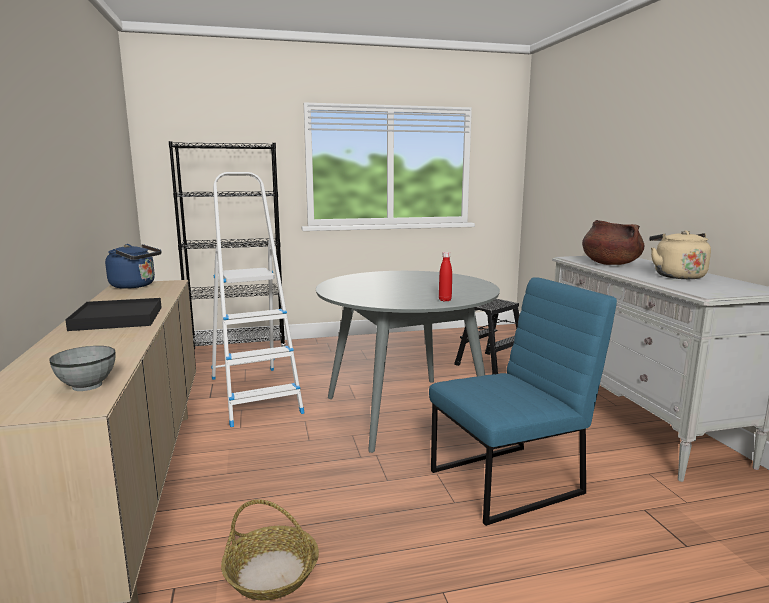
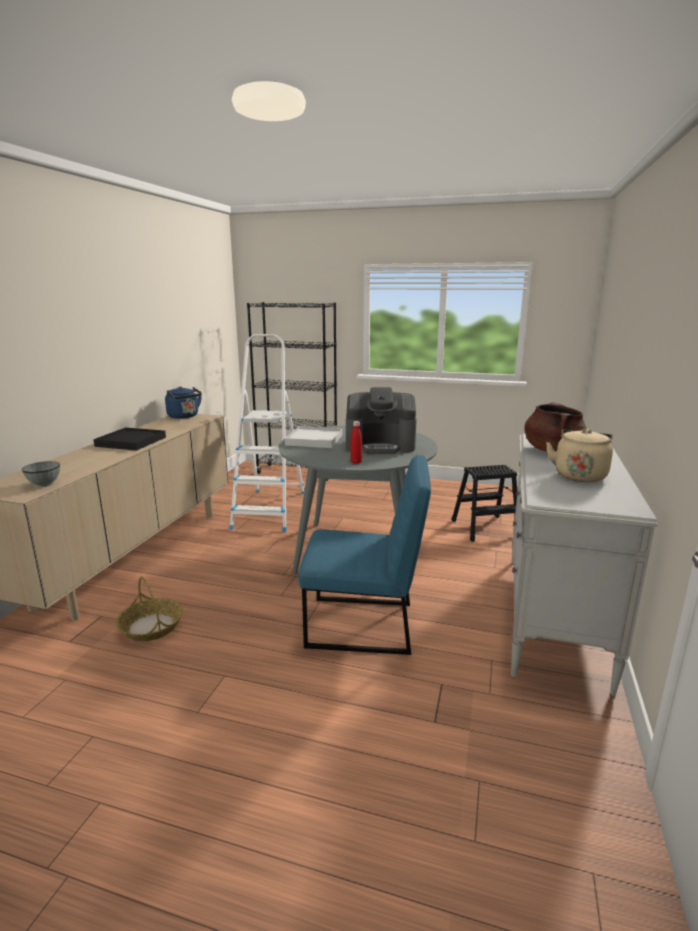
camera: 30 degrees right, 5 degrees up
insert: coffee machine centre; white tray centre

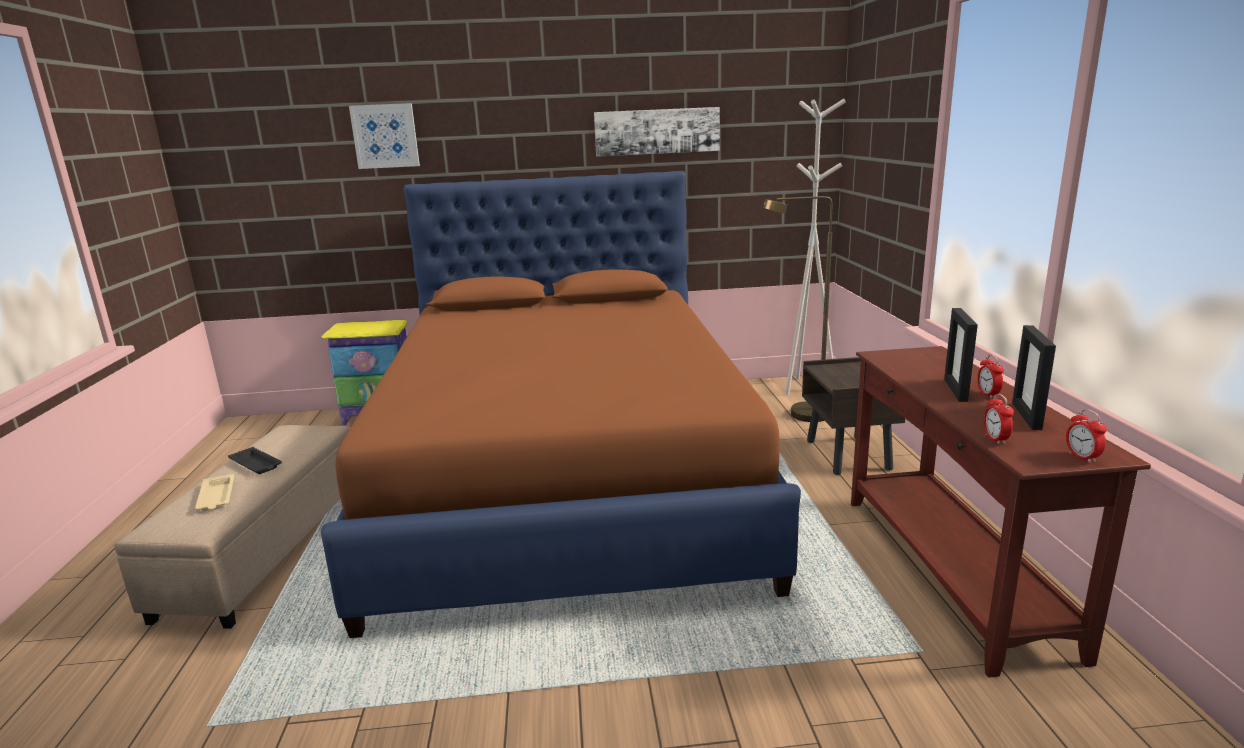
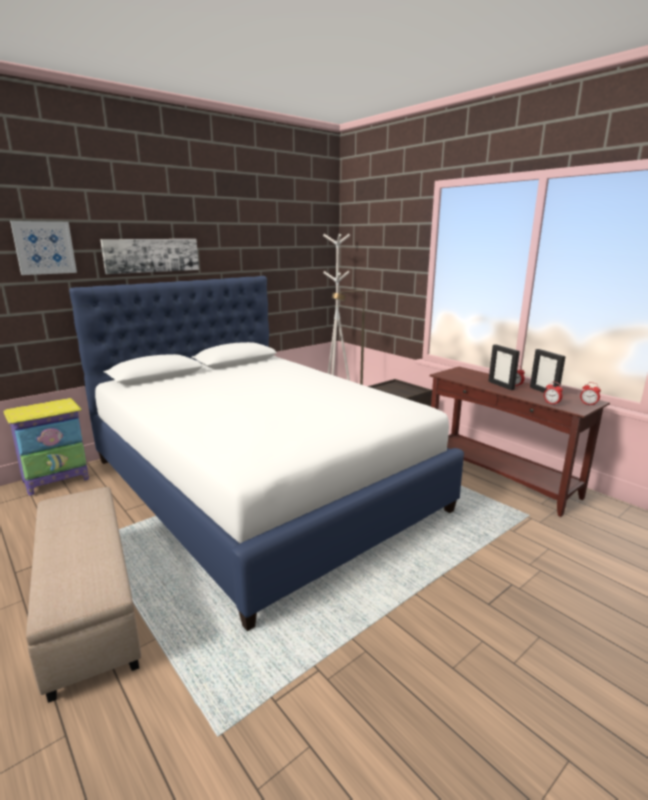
camera: 35 degrees left, 0 degrees up
delete: black tray middle left; beige tray middle left
move: picture (2nd from left) top centre to top left
recolor: brown bed centre to white bed centre

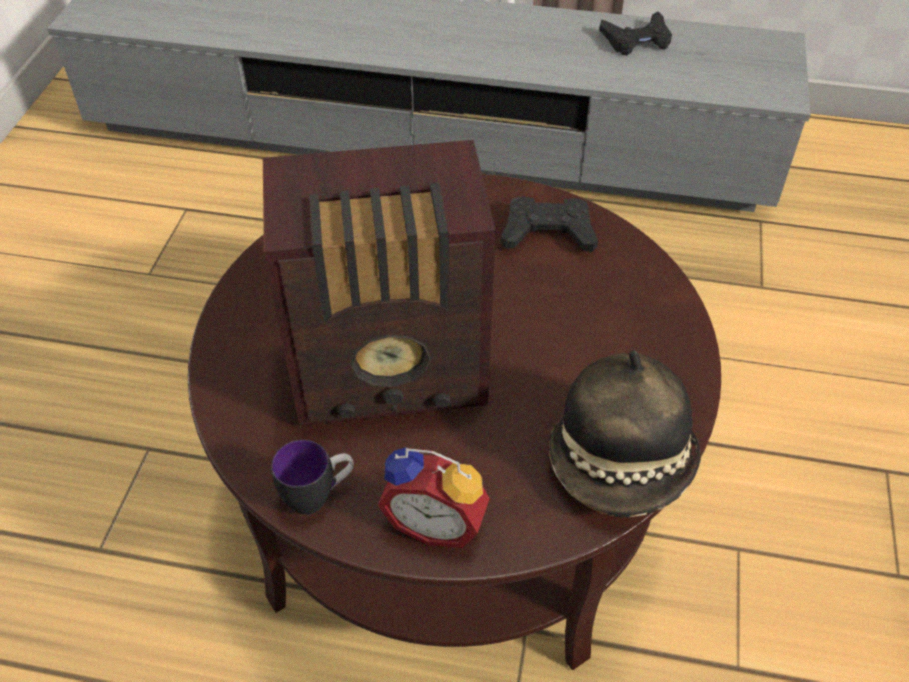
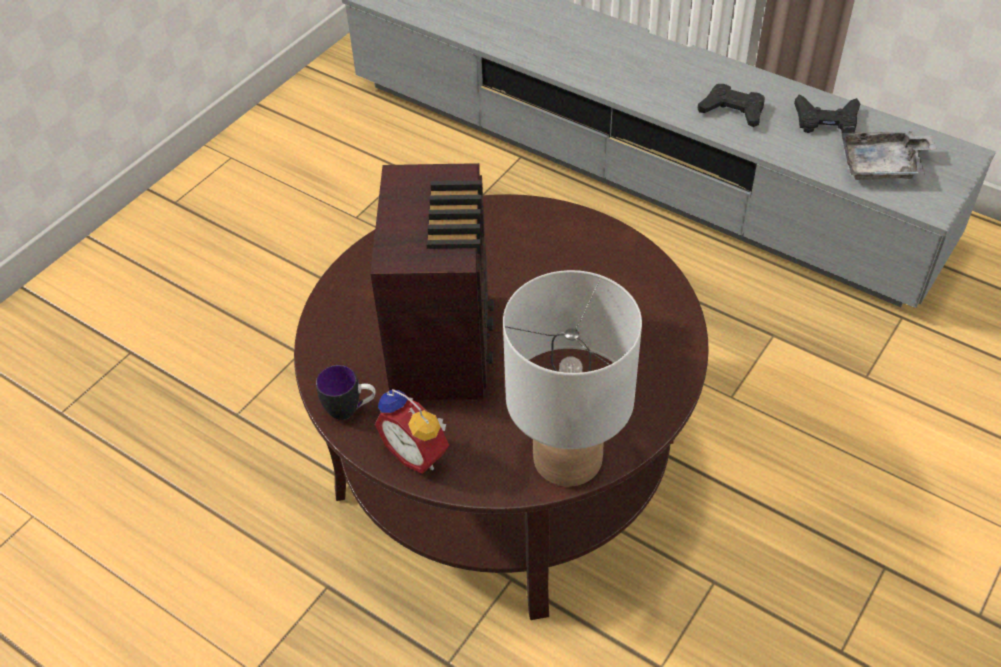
camera: 25 degrees right, 0 degrees up
insert: grey tray top right
move: black game controller (1st from left) top centre to top right
replace: hat middle right to grey table lamp centre
rotate: radio centre = centre 105 degrees counterclockwise

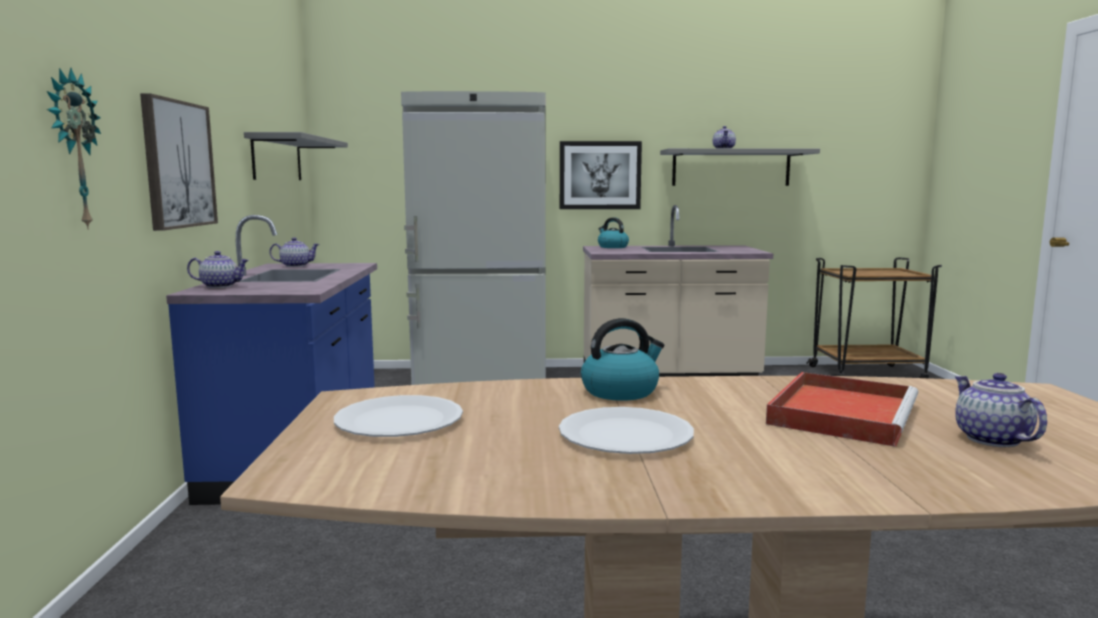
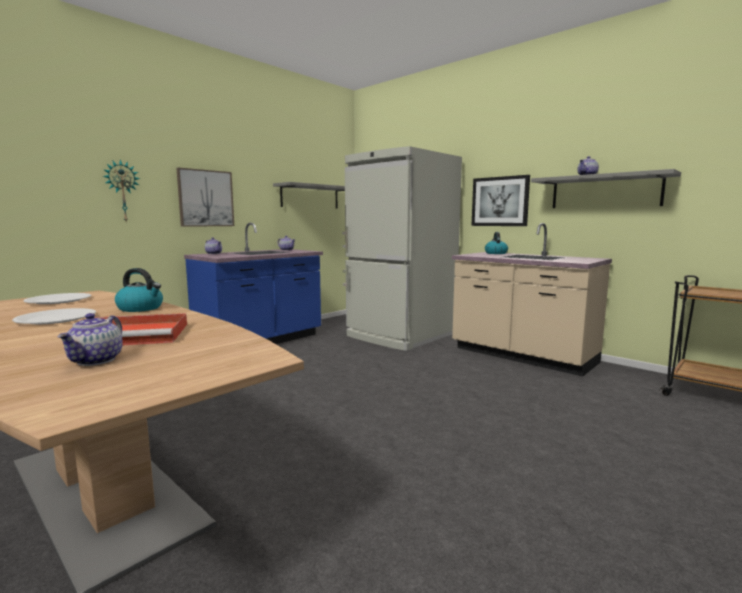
camera: 45 degrees right, 0 degrees up
rotate: teapot (4th from left in the first image) middle right = middle left 150 degrees clockwise

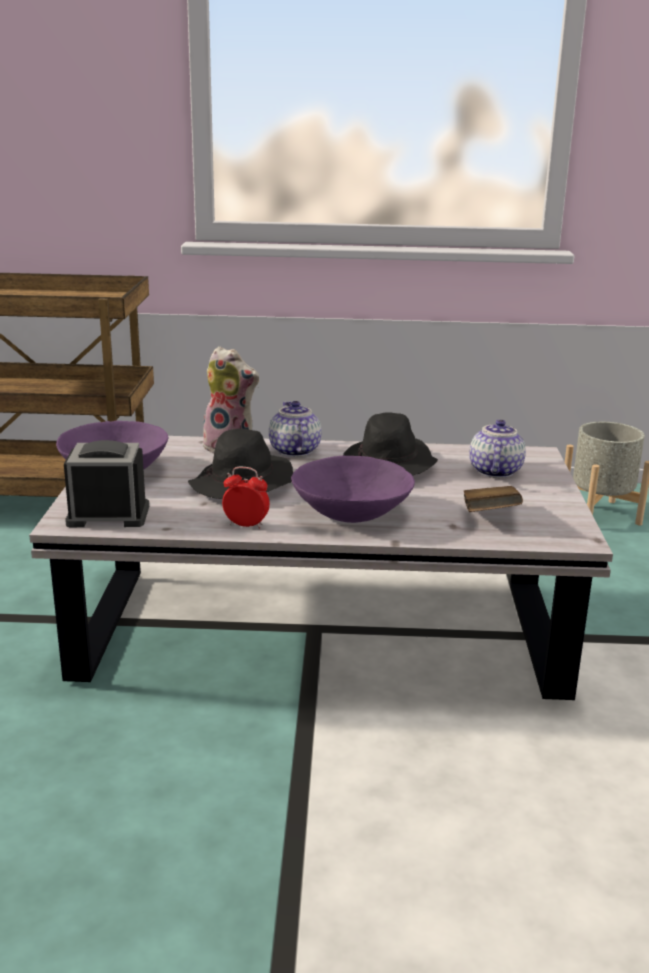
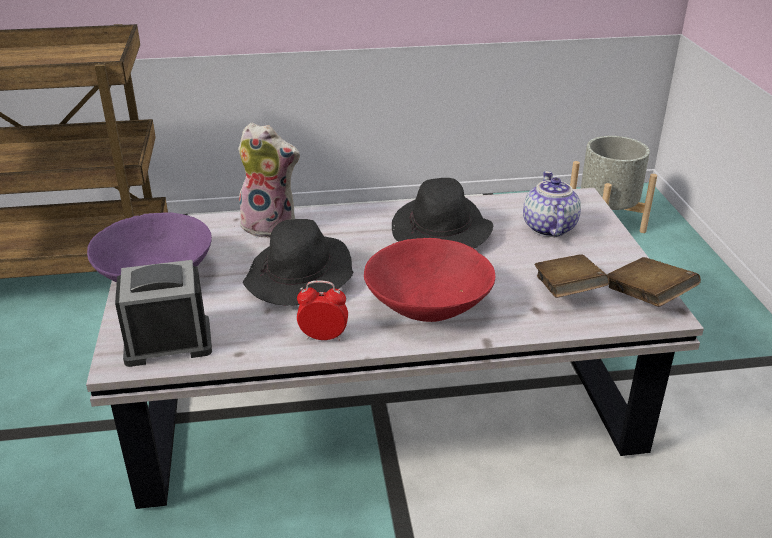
camera: 10 degrees left, 10 degrees up
delete: teapot (1st from left) centre
insert: brown book (2nd from left) middle right
recolor: purple bowl (2nd from left) centre to red bowl centre

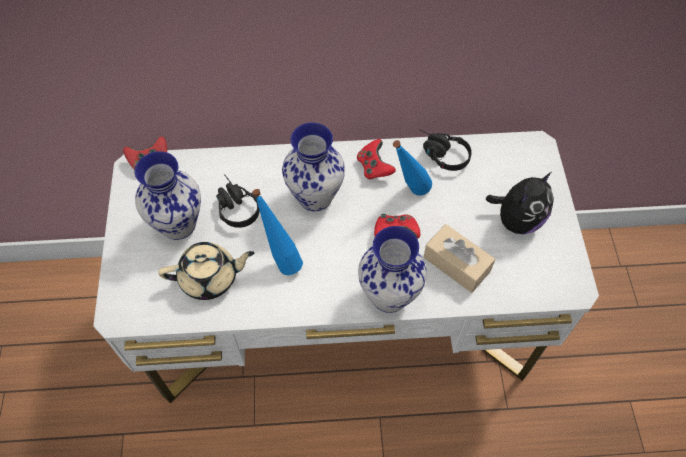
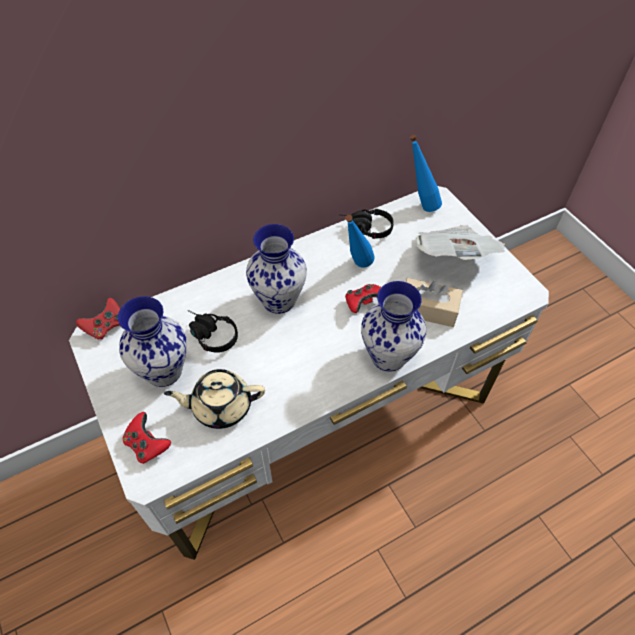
camera: 25 degrees left, 5 degrees down
move: red game controller (2nd from left) centre to bottom left; blue bottle (1st from left in the first image) centre to blue bottle (2nd from left) top right
replace: plush toy middle right to newspaper middle right
rotate: beige teapot middle left = centre 150 degrees counterclockwise

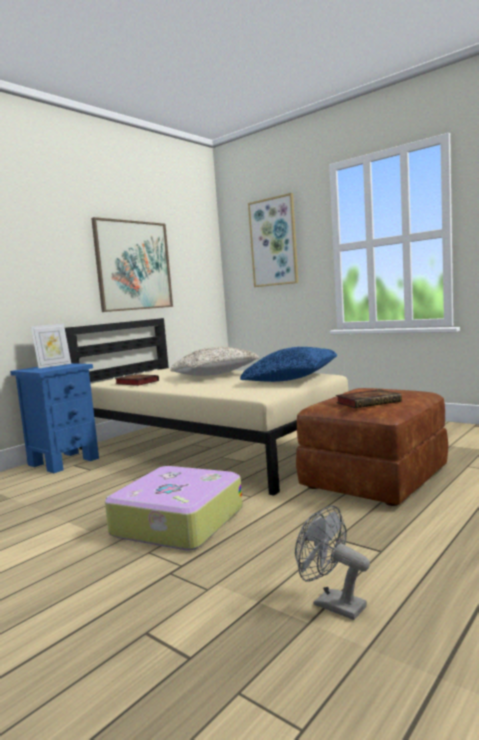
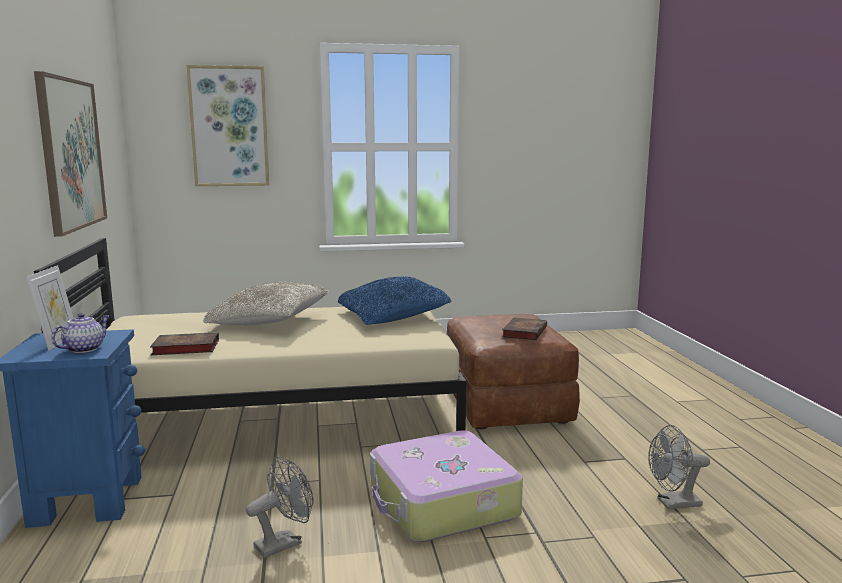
camera: 50 degrees left, 5 degrees up
insert: teapot middle left; grey fan (1st from left) bottom left

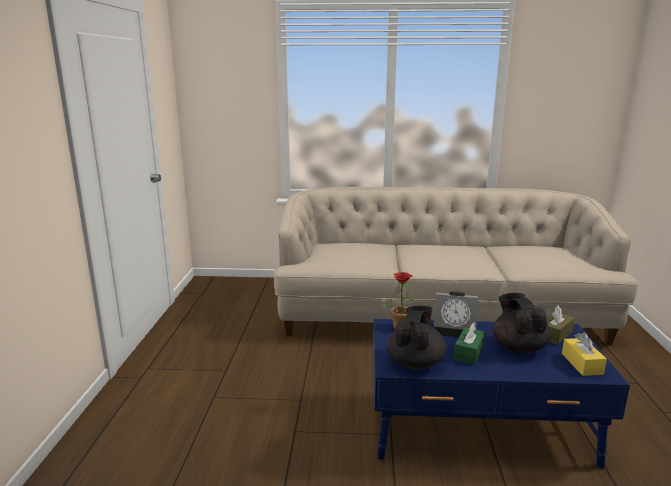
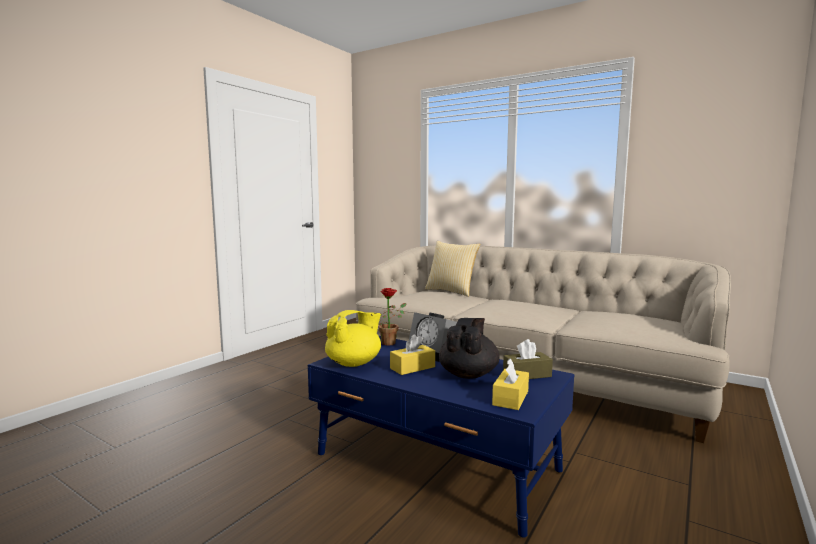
camera: 30 degrees right, 10 degrees down
insert: pillow centre
recolor: black teapot (1st from left) bottom centre to yellow teapot centre; green tissue box bottom right to yellow tissue box (1st from left) centre

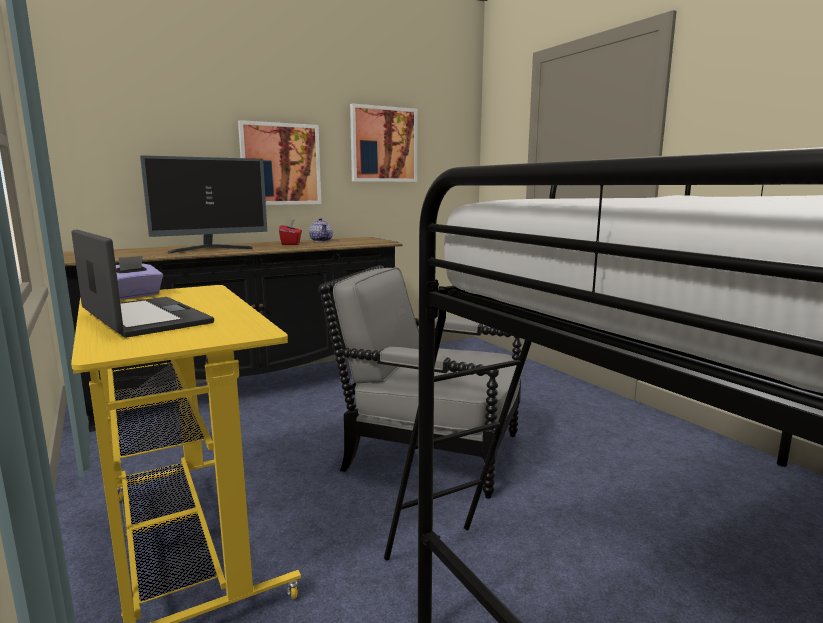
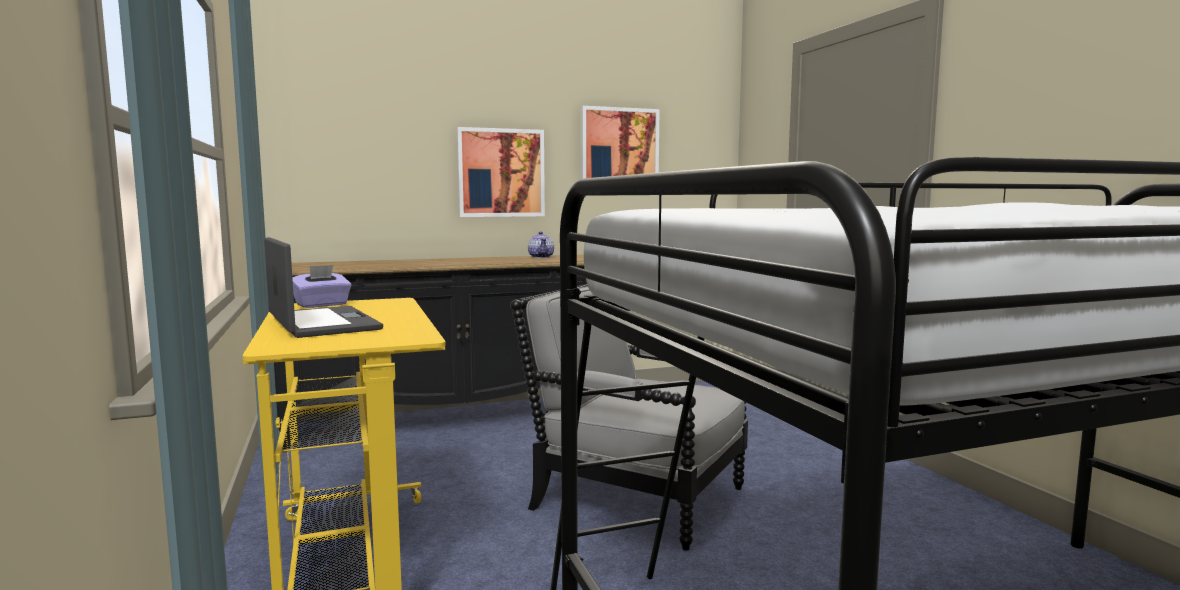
camera: 10 degrees right, 5 degrees down
delete: monitor top left; red tissue box centre

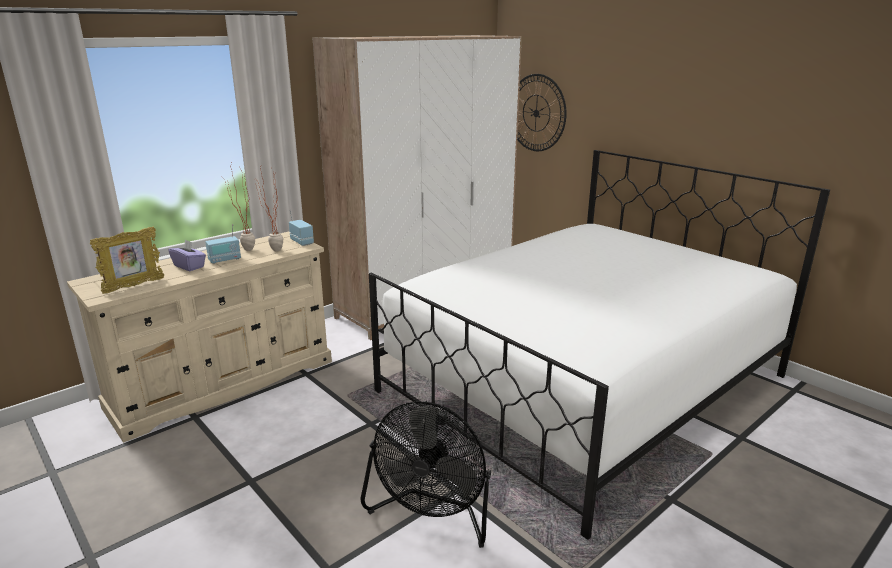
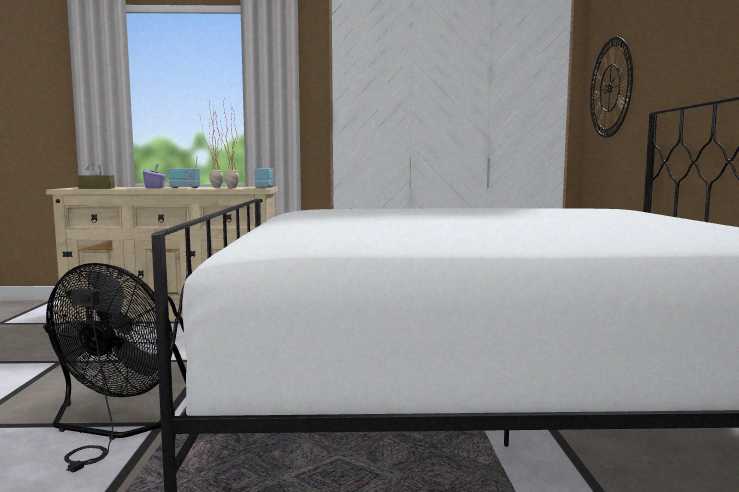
camera: 40 degrees right, 15 degrees down
replace: picture frame middle left to brown tissue box middle left
rotate: black fan bottom centre = bottom left 135 degrees clockwise

